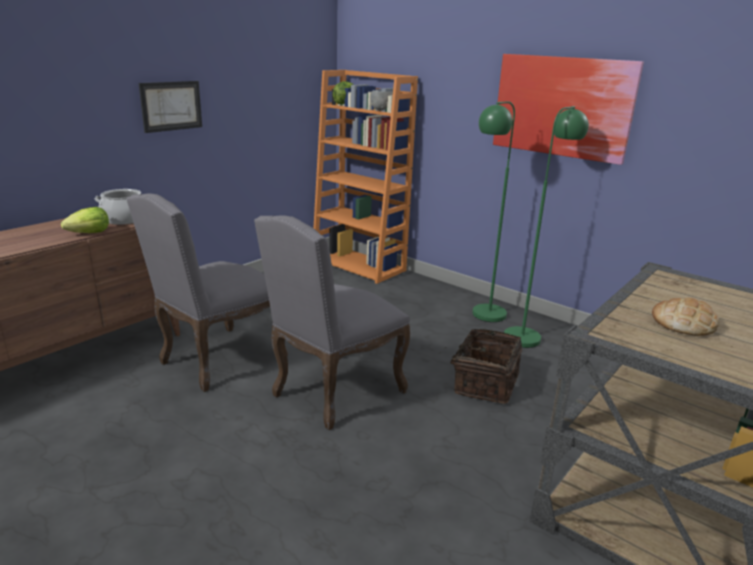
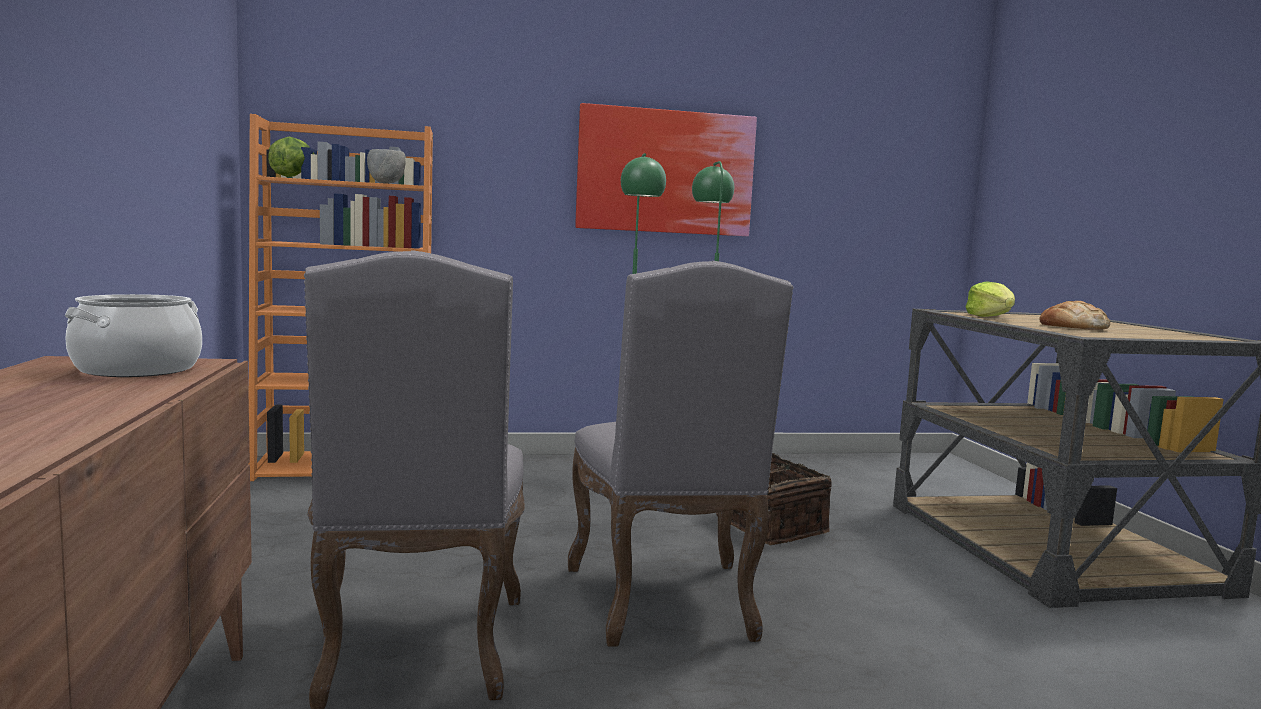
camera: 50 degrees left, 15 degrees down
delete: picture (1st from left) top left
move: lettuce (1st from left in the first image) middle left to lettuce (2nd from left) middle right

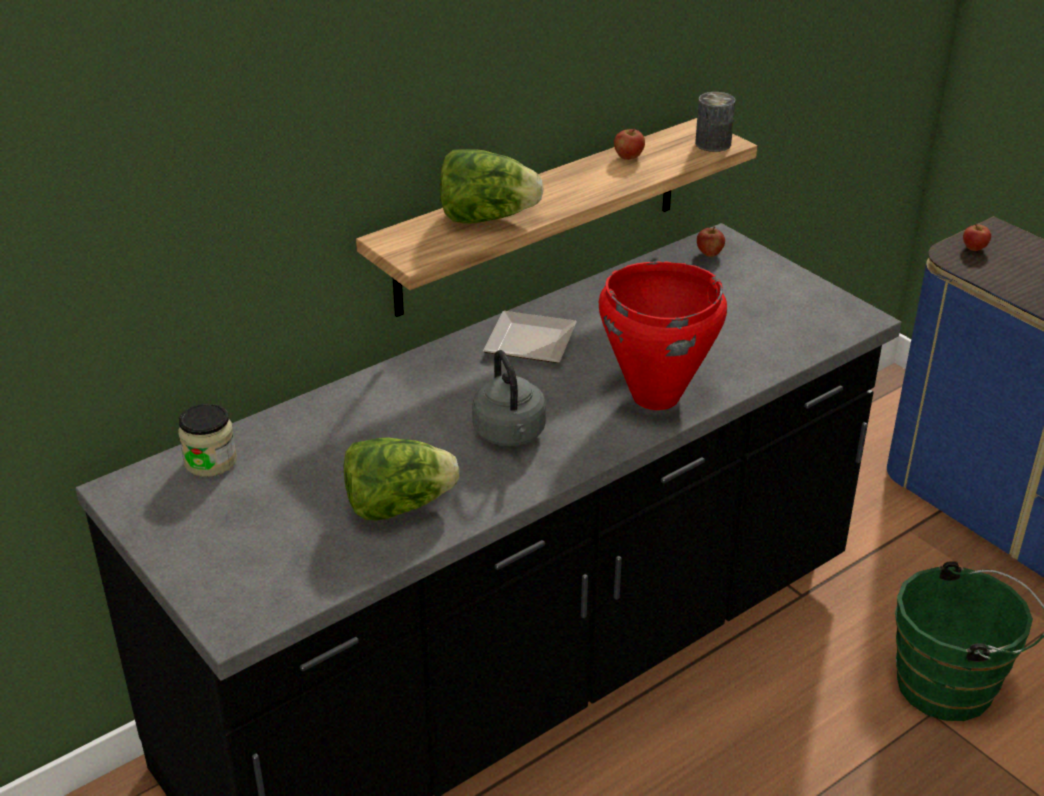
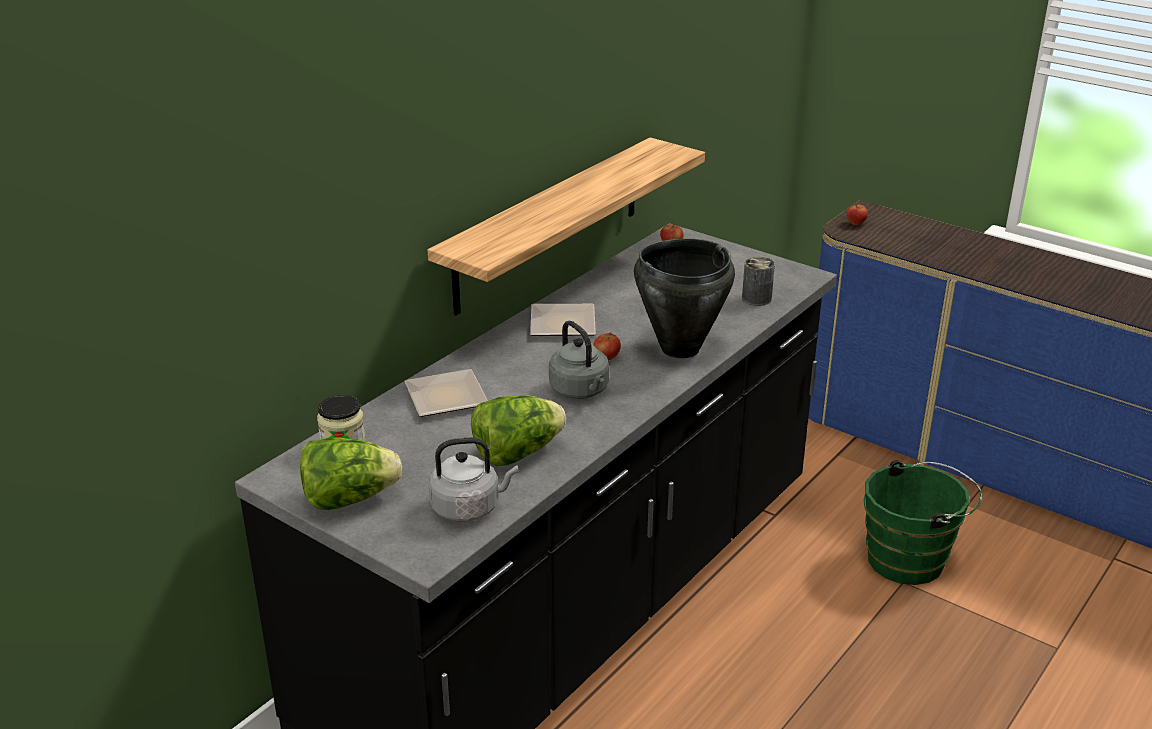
camera: 15 degrees left, 5 degrees down
insert: plate (1st from left) centre; grey kettle (1st from left) centre
move: can top right to centre; apple (1st from left) top centre to centre; lettuce (2nd from left in the first image) top centre to lettuce (1st from left) middle left
recolor: red cooking pot centre to black cooking pot centre

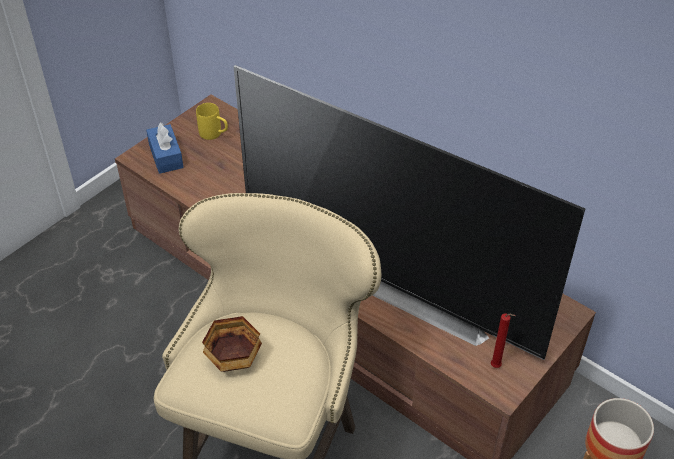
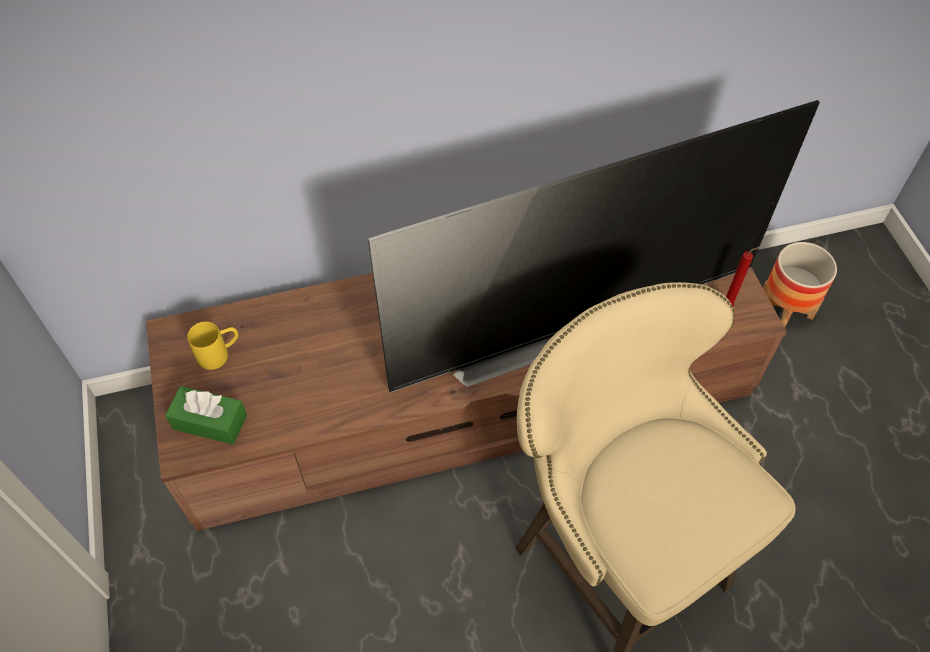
camera: 55 degrees left, 10 degrees up
delete: bowl bottom centre
recolor: blue tissue box top left to green tissue box middle left

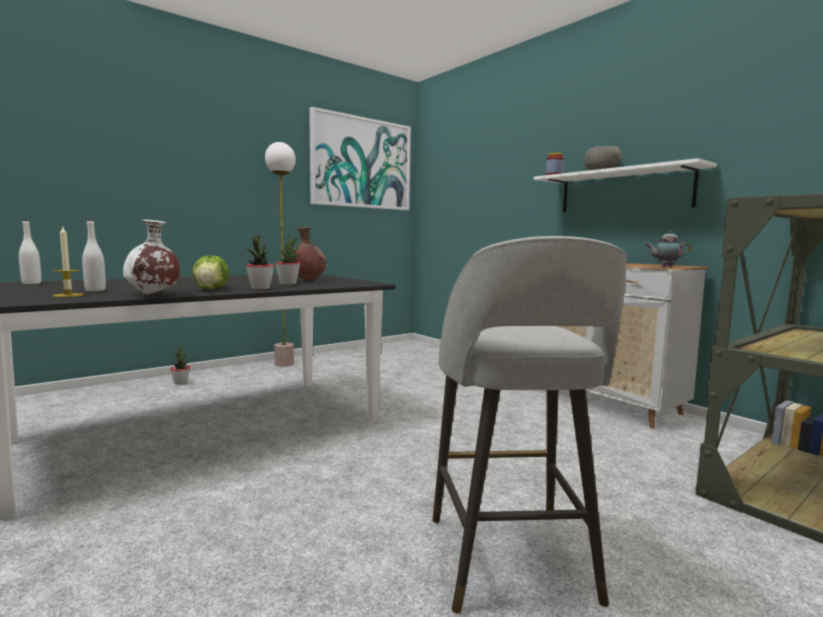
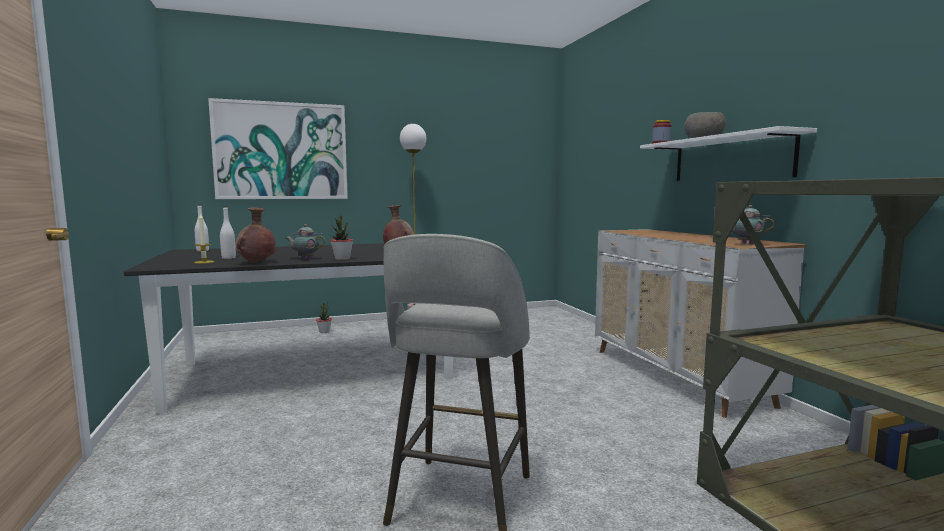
camera: 20 degrees right, 0 degrees up
delete: potted plant (3rd from left) centre
move: picture top centre to top left
replace: lettuce middle left to teapot (1st from left) middle left
recolor: white vase middle left to brown vase (1st from left) middle left

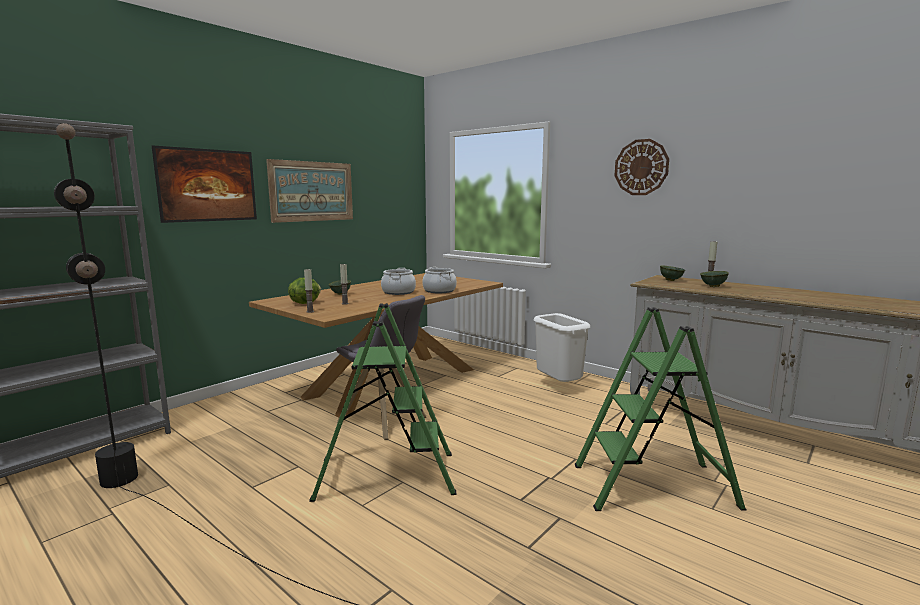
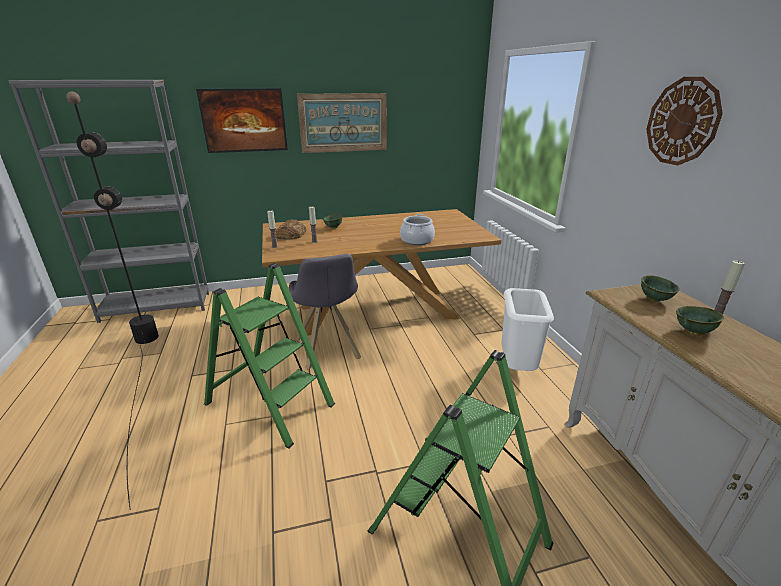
camera: 35 degrees right, 15 degrees up
delete: cooking pot (1st from left) centre
replace: lettuce middle left to bread centre

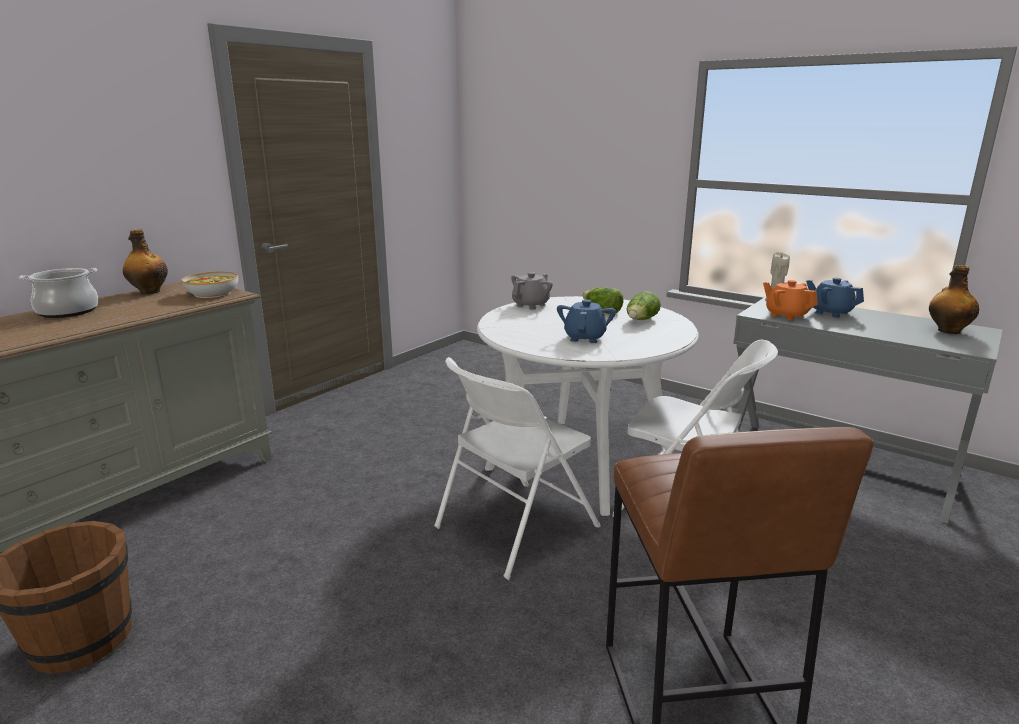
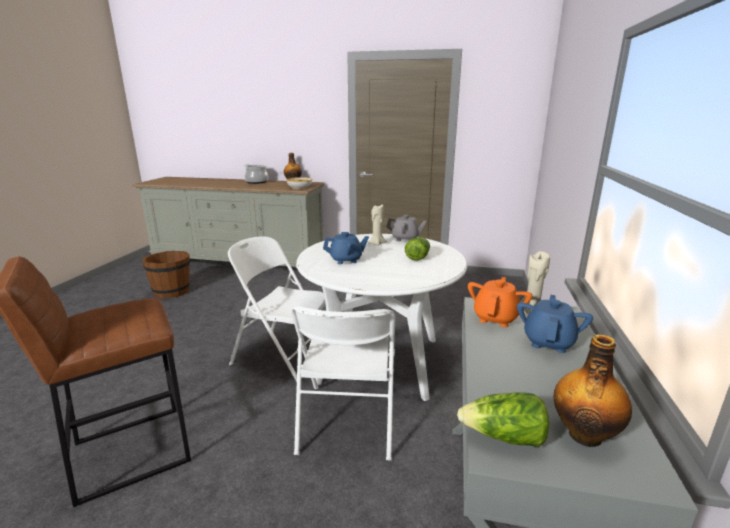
camera: 65 degrees right, 0 degrees up
insert: beige candle (1st from left) centre
move: lettuce (2nd from left) centre to bottom right

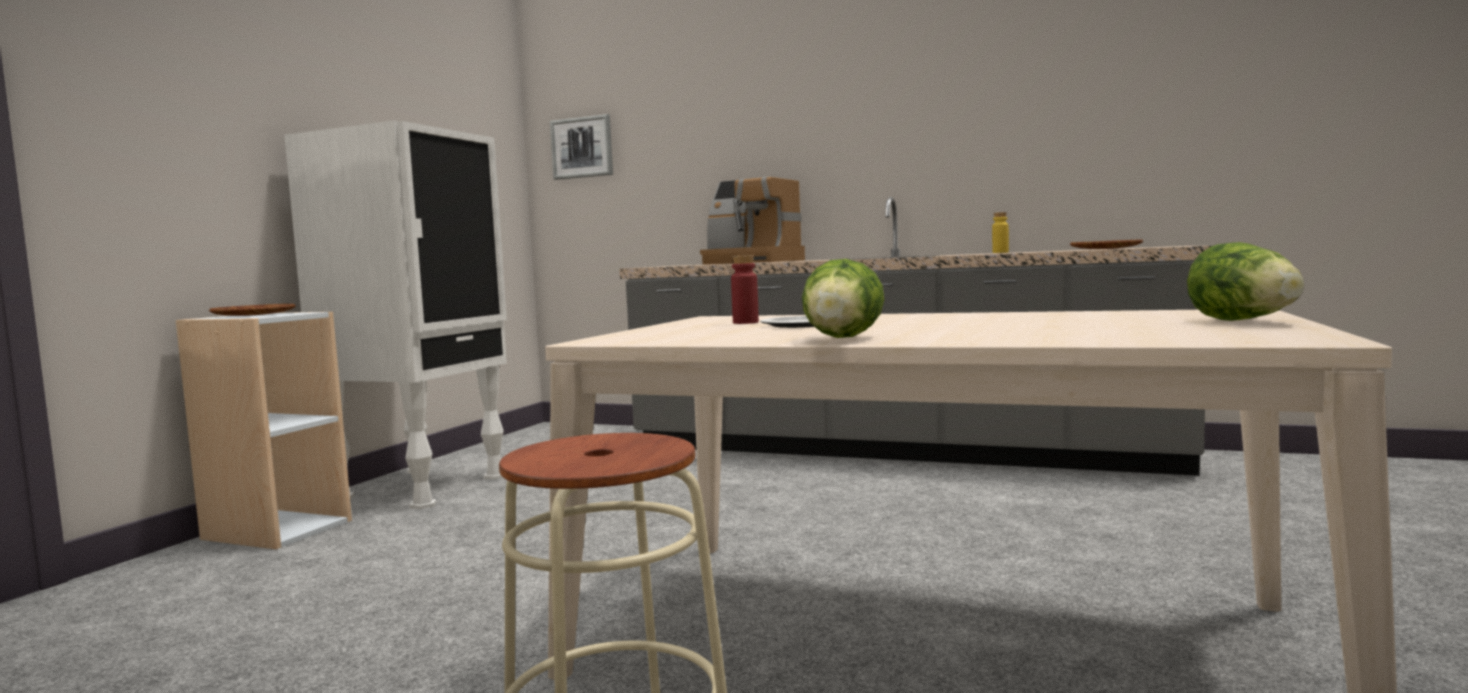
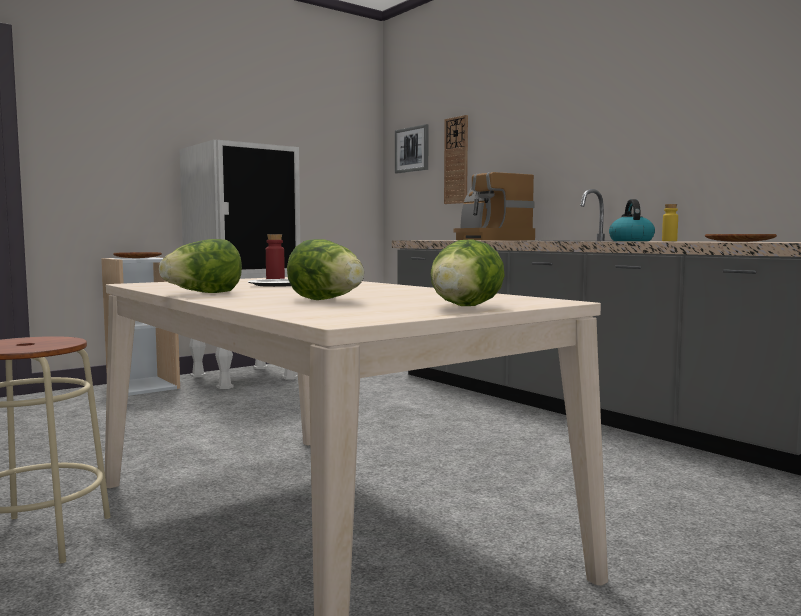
camera: 30 degrees right, 0 degrees up
insert: wall clock top centre; kettle middle right; lettuce (2nd from left) centre

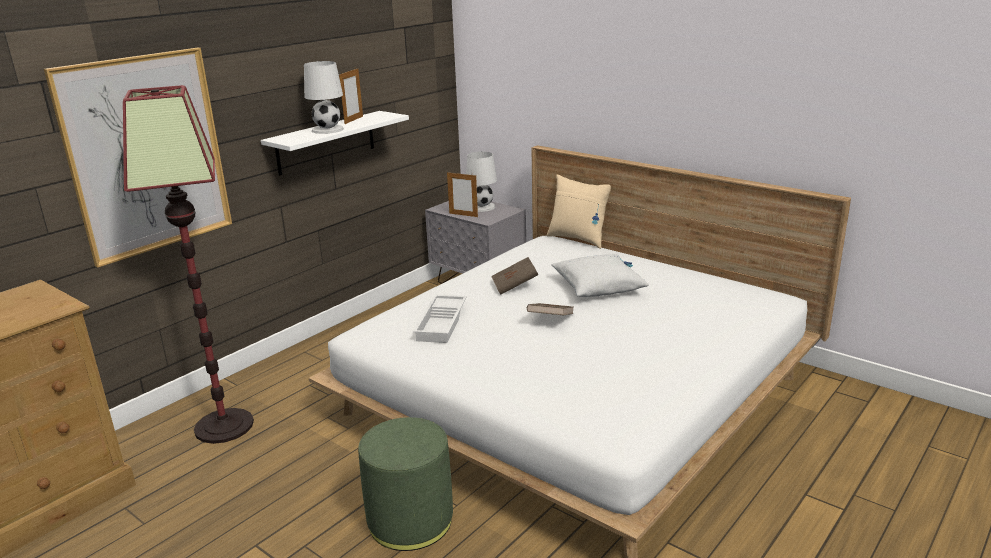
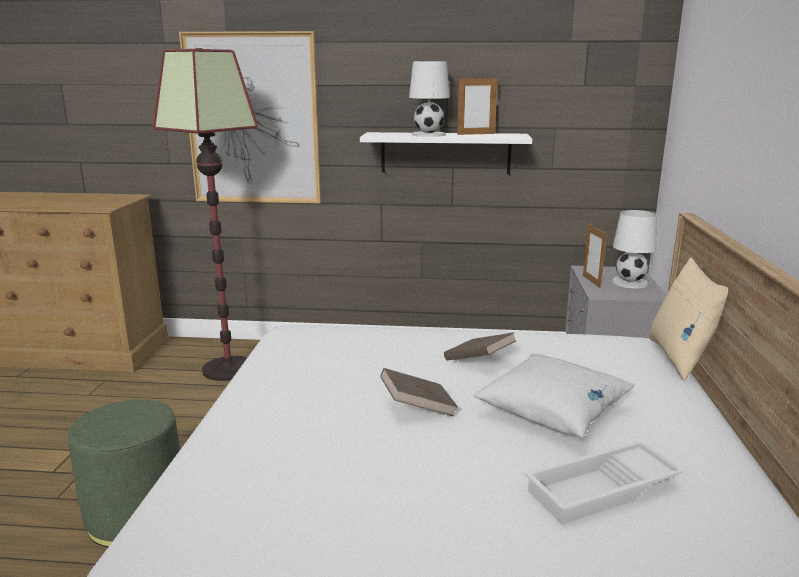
camera: 55 degrees right, 5 degrees down
move: white tray centre to bottom right

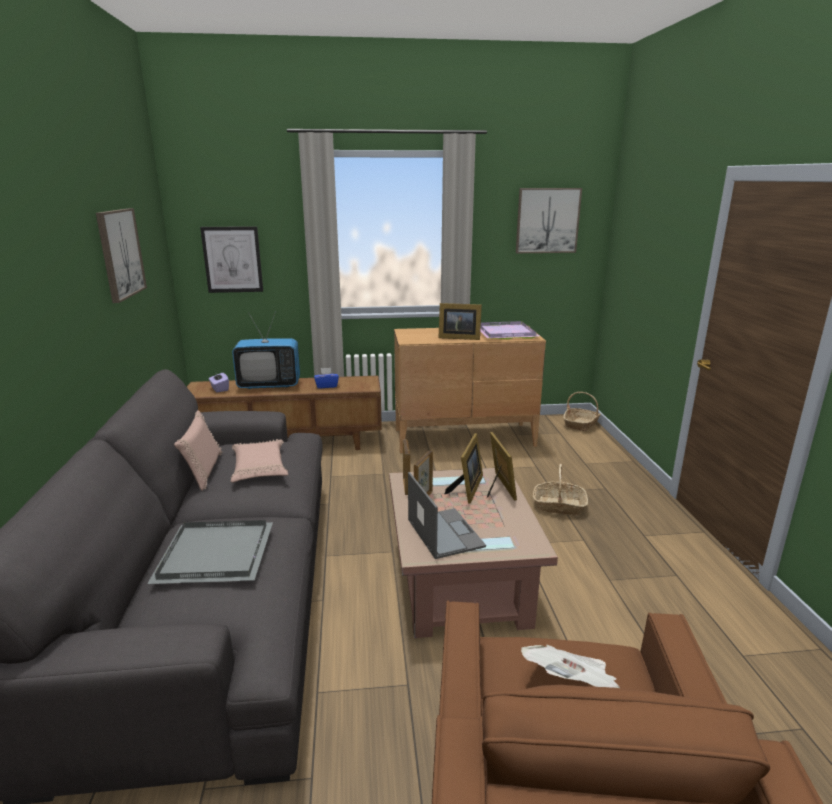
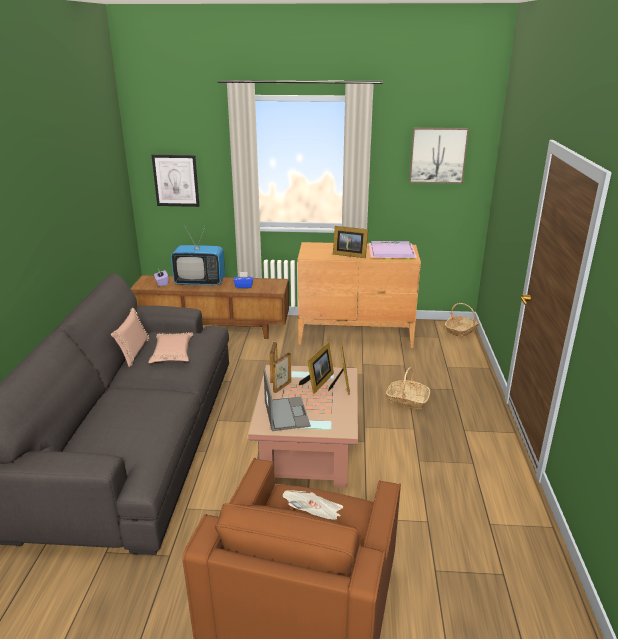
camera: 10 degrees right, 5 degrees up
delete: picture (1st from left) top left; grey tray bottom left

